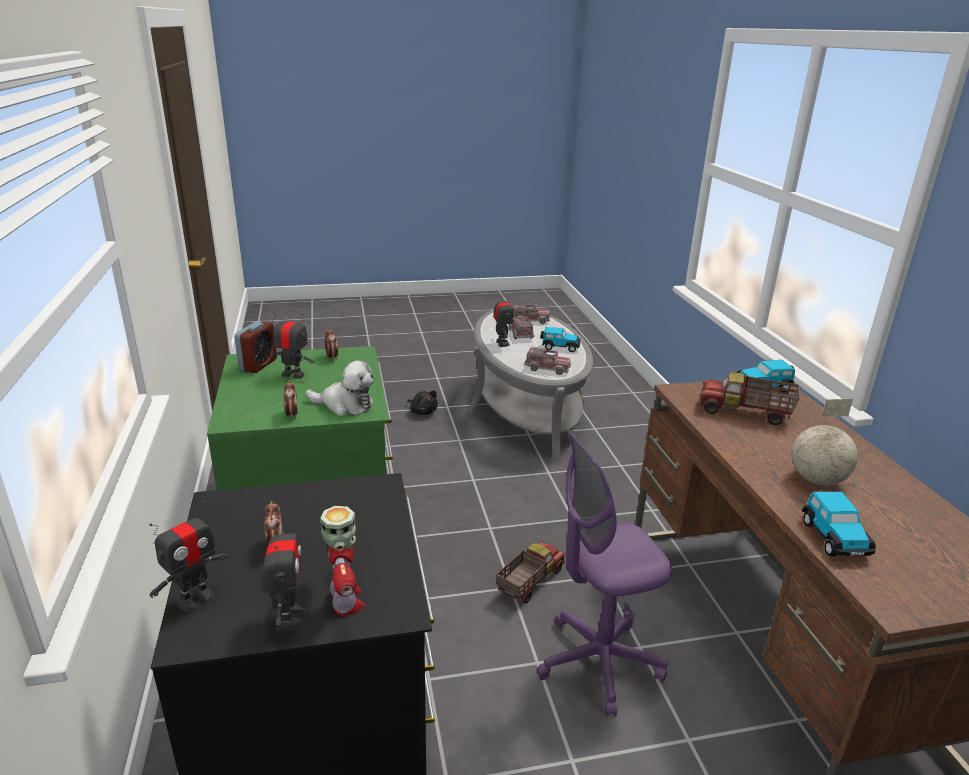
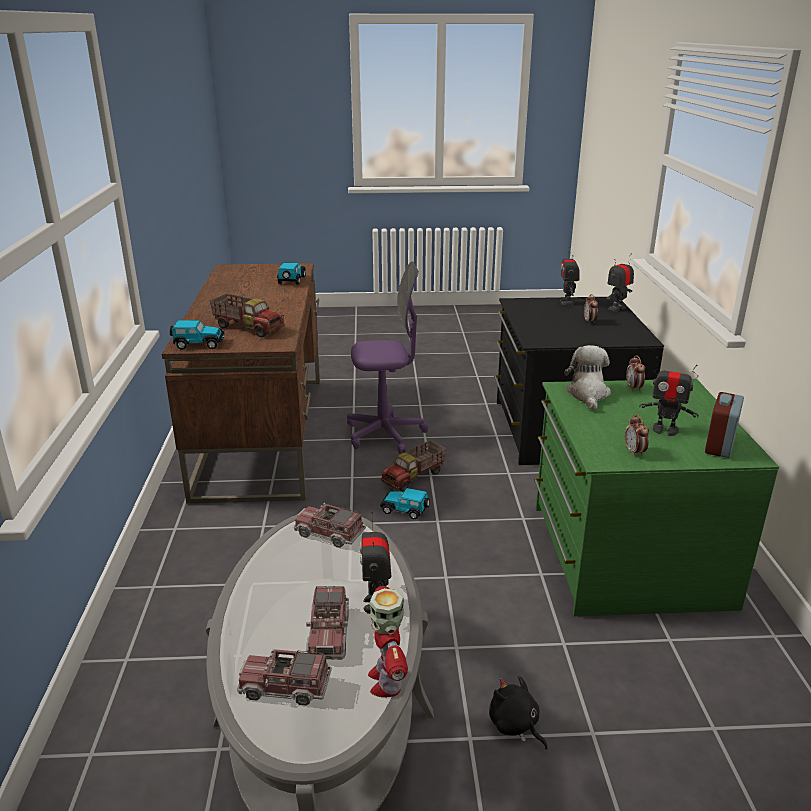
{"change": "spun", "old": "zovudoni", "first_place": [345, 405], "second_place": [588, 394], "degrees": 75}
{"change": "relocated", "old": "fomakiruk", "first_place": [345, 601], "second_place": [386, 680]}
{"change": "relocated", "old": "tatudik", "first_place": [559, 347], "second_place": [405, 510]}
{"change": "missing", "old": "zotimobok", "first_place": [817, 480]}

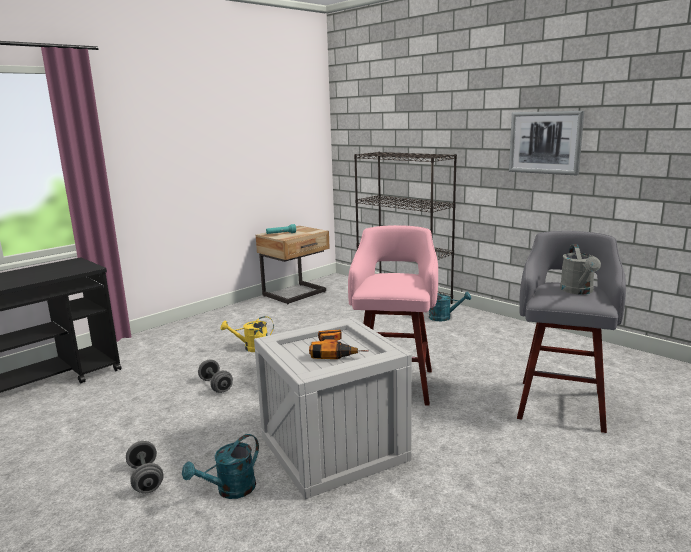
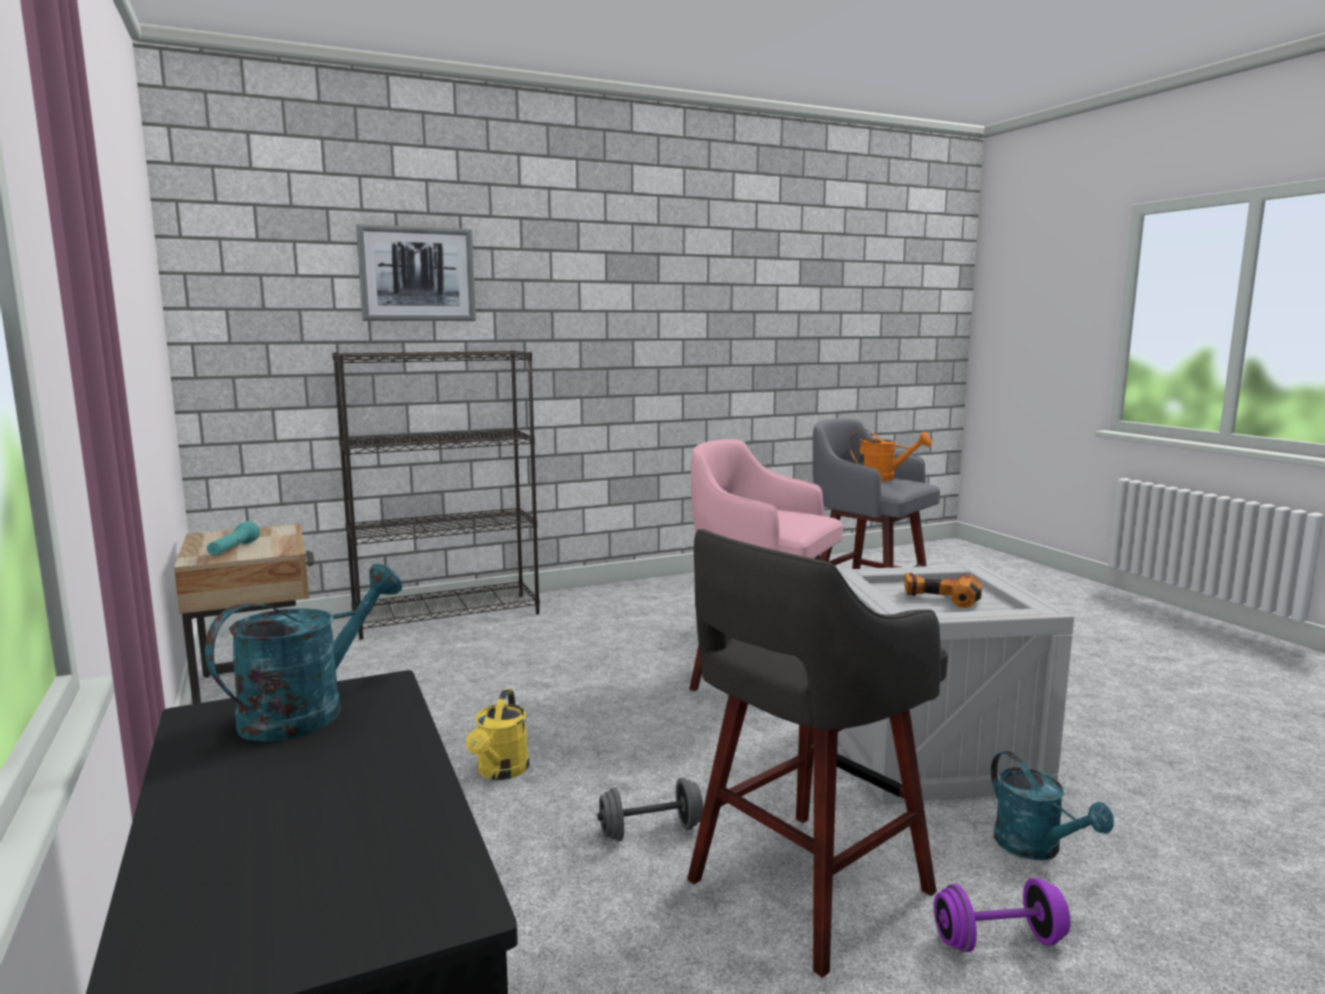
{"change": "colour", "old": "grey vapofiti", "new": "purple vapofiti", "first_place": [146, 478], "second_place": [998, 941]}
{"change": "relocated", "old": "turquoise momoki", "first_place": [444, 318], "second_place": [308, 710]}
{"change": "relocated", "old": "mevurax", "first_place": [545, 142], "second_place": [417, 274]}
{"change": "colour", "old": "grey momoki", "new": "orange momoki", "first_place": [578, 291], "second_place": [883, 478]}
{"change": "appeared", "new": "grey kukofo", "second_place": [804, 889]}

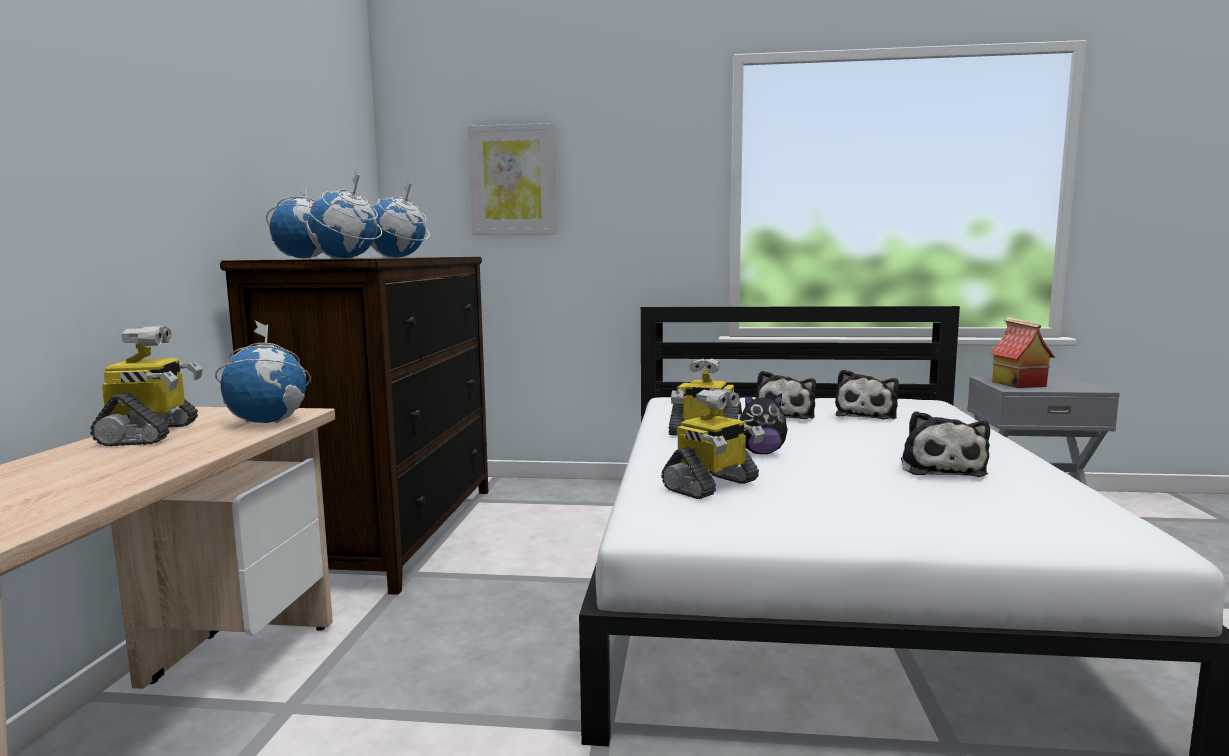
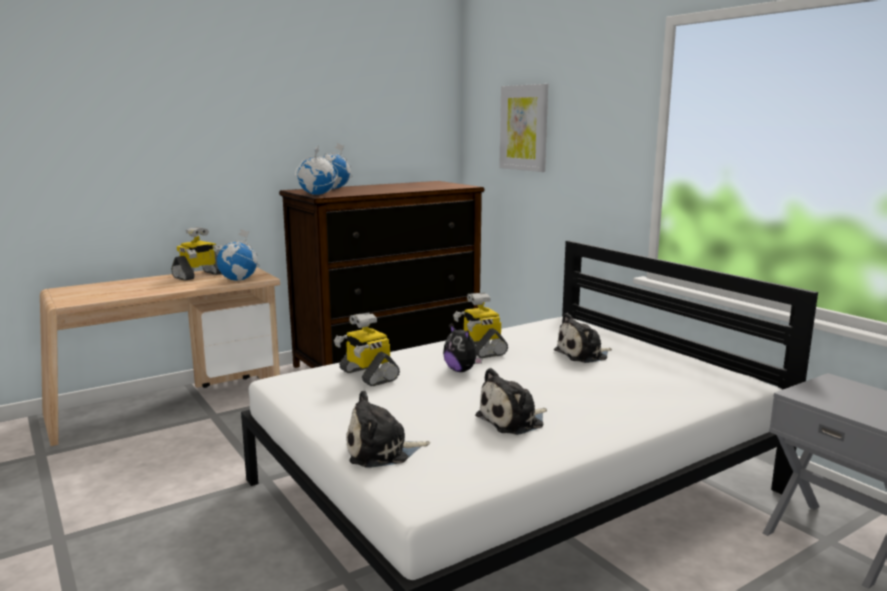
{"change": "missing", "old": "zotimobok", "first_place": [397, 257]}
{"change": "spun", "old": "fomakiruk", "first_place": [711, 486], "second_place": [367, 375], "degrees": 45}
{"change": "relocated", "old": "zovudoni", "first_place": [867, 415], "second_place": [382, 451]}
{"change": "missing", "old": "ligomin", "first_place": [1017, 384]}

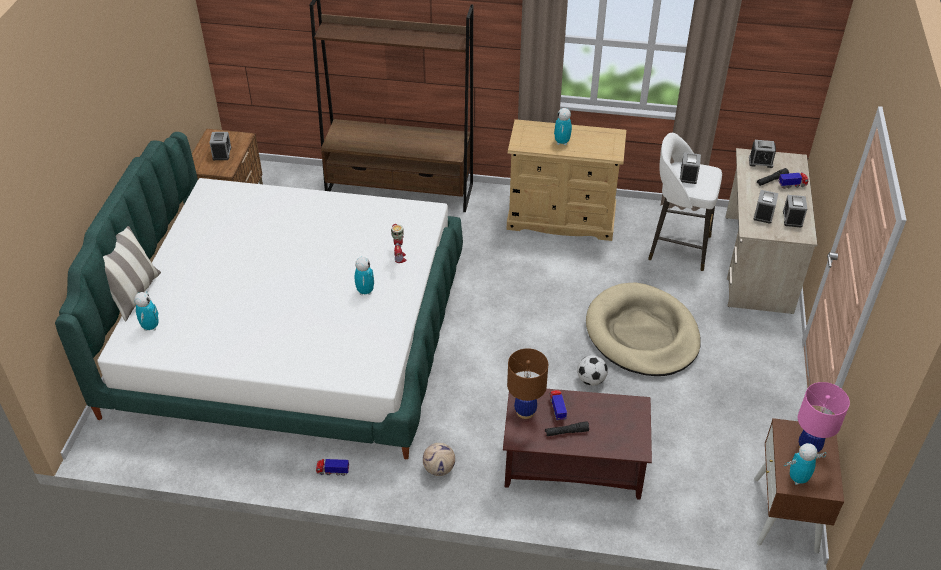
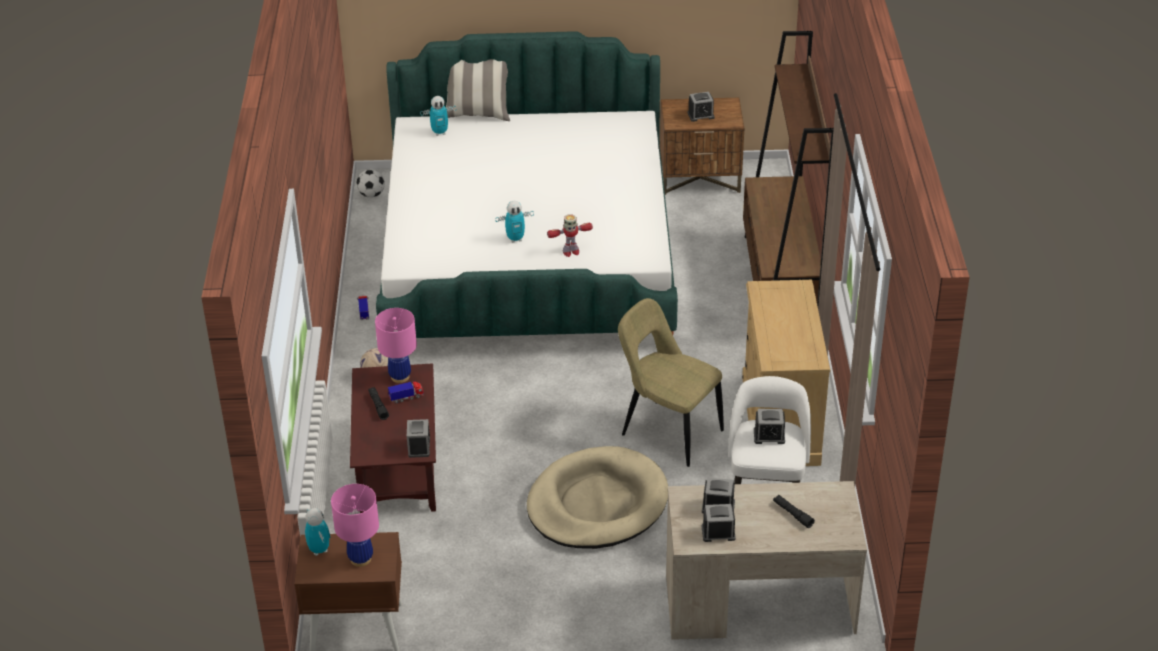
{"change": "colour", "old": "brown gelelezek", "new": "pink gelelezek", "first_place": [525, 411], "second_place": [400, 376]}
{"change": "missing", "old": "fomakiruk", "first_place": [562, 142]}
{"change": "relocated", "old": "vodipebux", "first_place": [591, 380], "second_place": [371, 195]}
{"change": "relocated", "old": "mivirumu", "first_place": [760, 162], "second_place": [419, 447]}
{"change": "missing", "old": "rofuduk", "first_place": [792, 185]}
{"change": "appeared", "new": "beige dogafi", "second_place": [668, 431]}

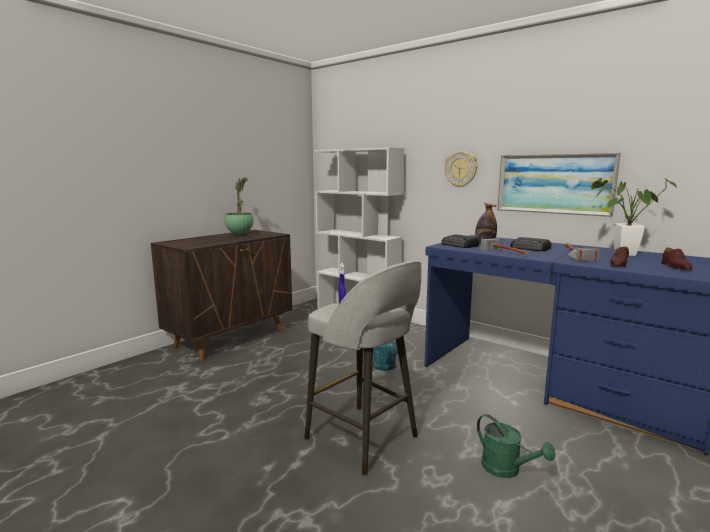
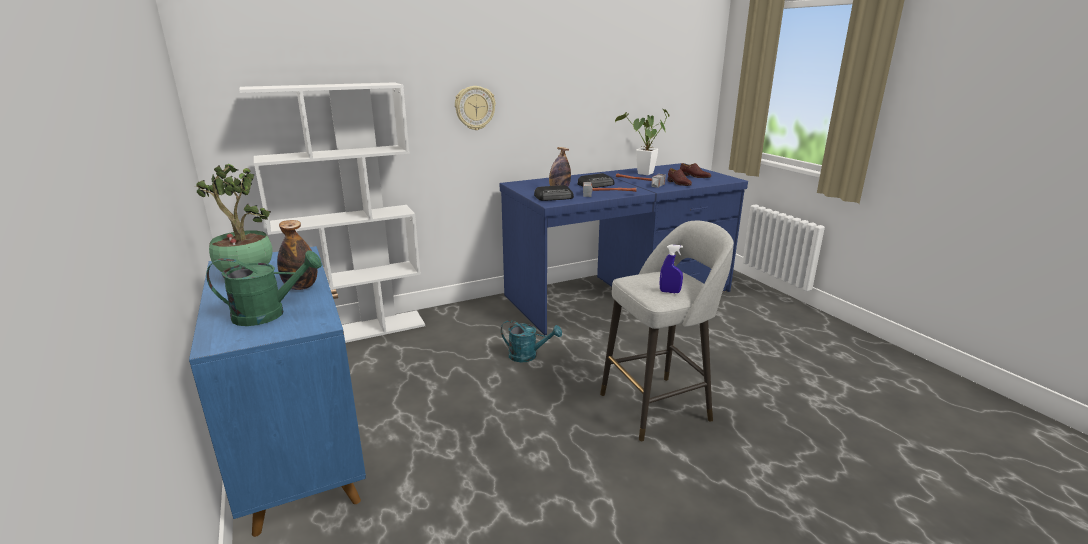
{"change": "colour", "old": "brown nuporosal", "new": "blue nuporosal", "first_place": [231, 338], "second_place": [301, 456]}
{"change": "relocated", "old": "green momoki", "first_place": [507, 470], "second_place": [269, 314]}
{"change": "missing", "old": "mevurax", "first_place": [554, 183]}
{"change": "appeared", "new": "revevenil", "second_place": [301, 287]}

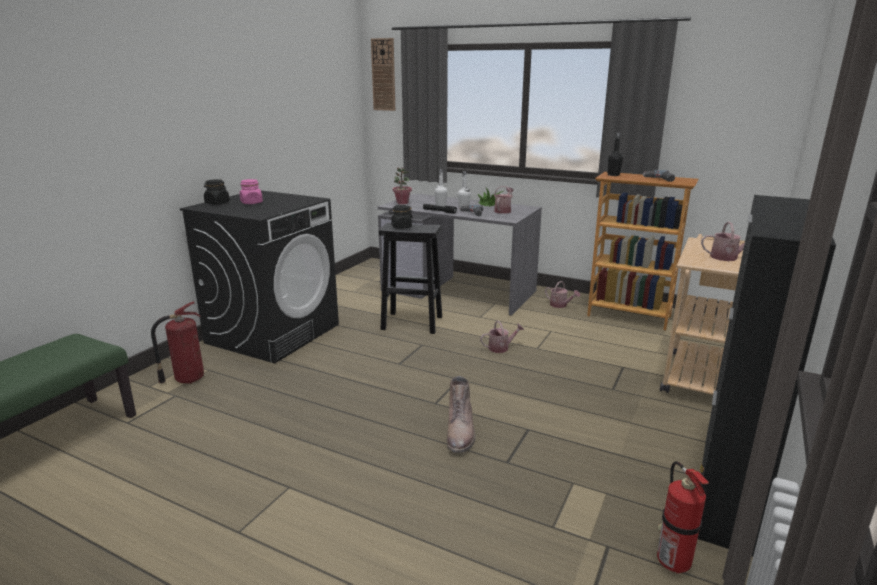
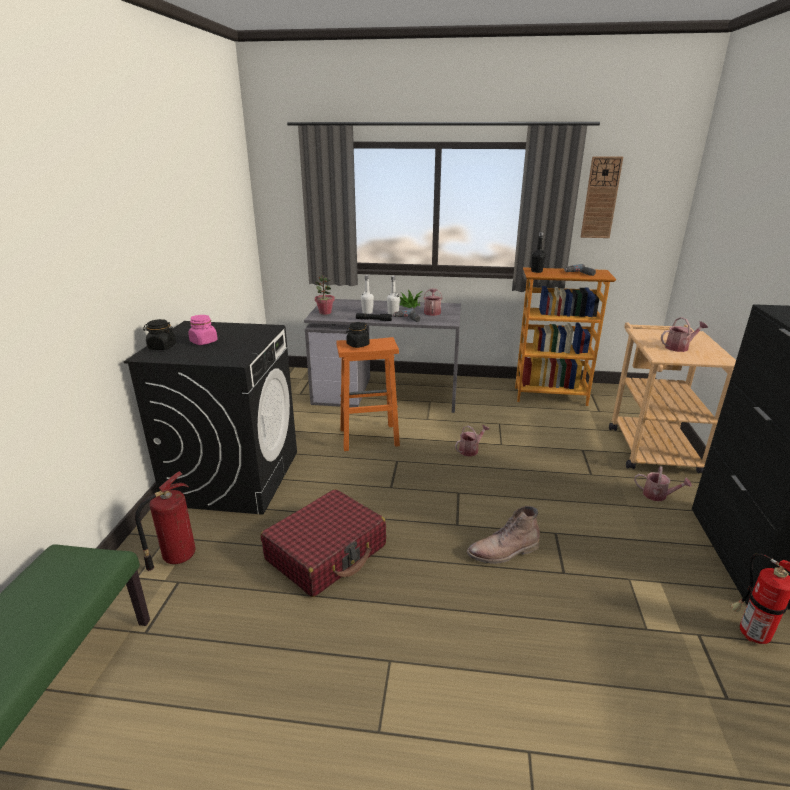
{"change": "relocated", "old": "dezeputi", "first_place": [383, 75], "second_place": [600, 198]}
{"change": "colour", "old": "black kukofo", "new": "orange kukofo", "first_place": [411, 323], "second_place": [368, 437]}
{"change": "spun", "old": "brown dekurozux", "first_place": [461, 433], "second_place": [503, 552], "degrees": 90}
{"change": "relocated", "old": "momoki", "first_place": [560, 305], "second_place": [658, 495]}
{"change": "appeared", "new": "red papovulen", "second_place": [326, 552]}

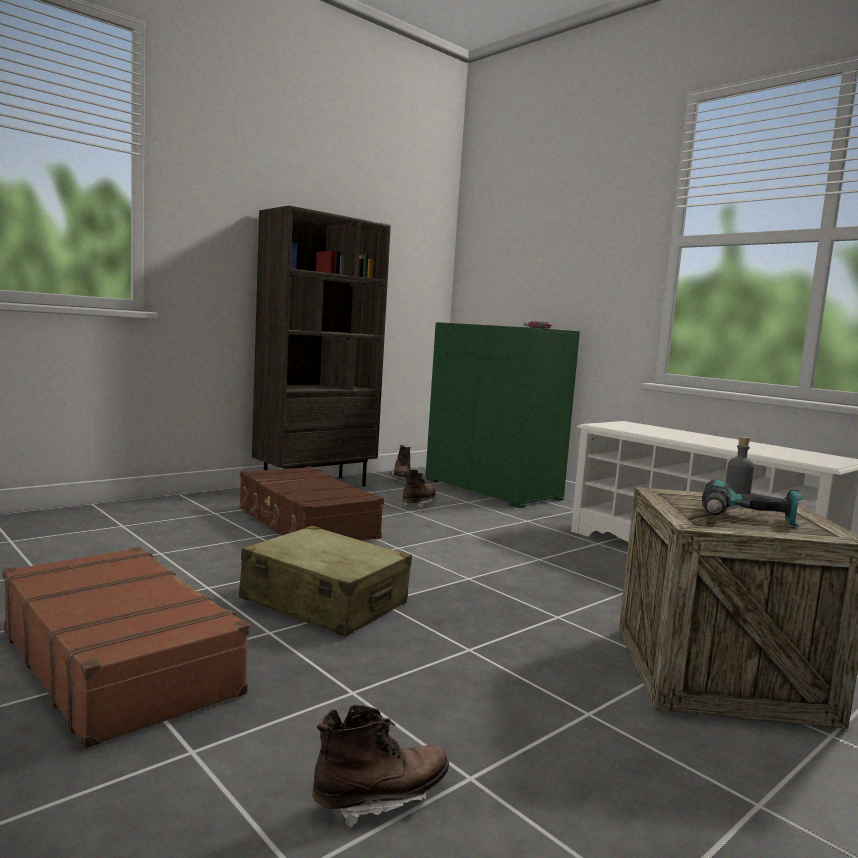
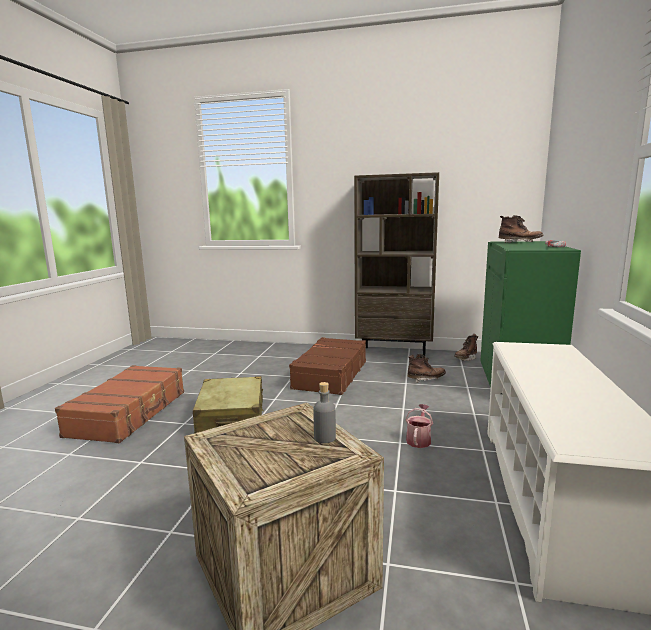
{"change": "relocated", "old": "brown dekurozux", "first_place": [380, 799], "second_place": [519, 243]}
{"change": "missing", "old": "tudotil", "first_place": [747, 519]}
{"change": "appeared", "new": "momoki", "second_place": [419, 439]}

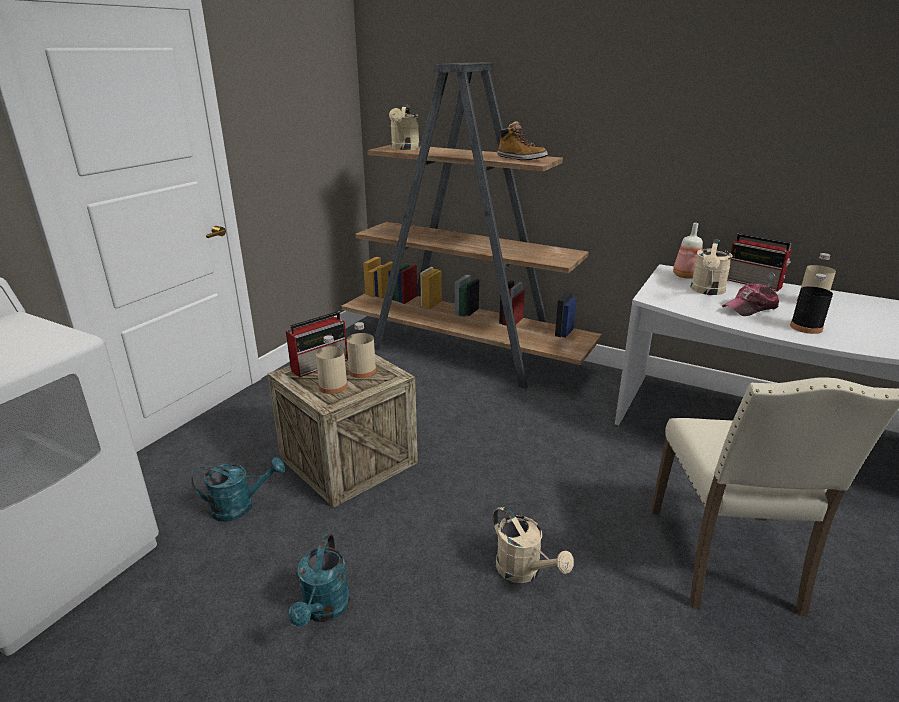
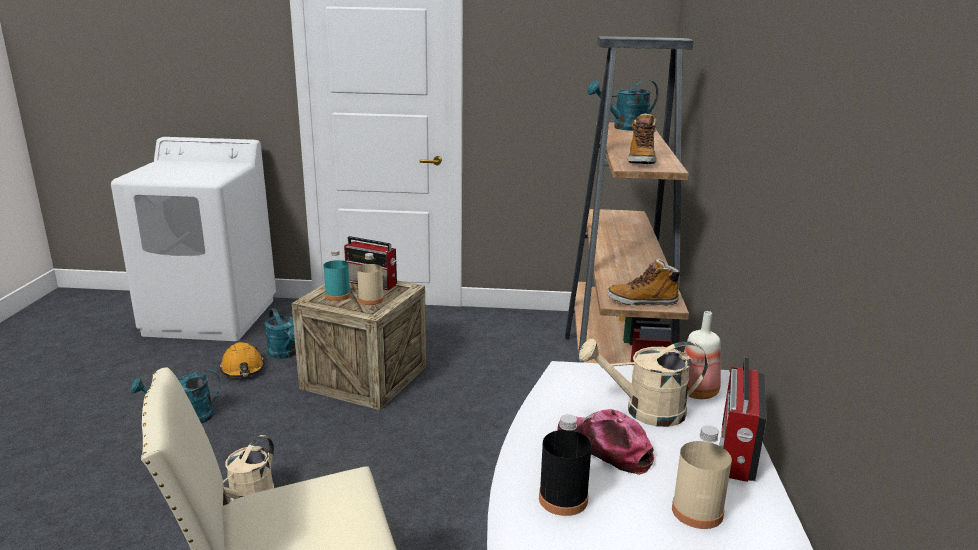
{"change": "colour", "old": "beige revevenil", "new": "turquoise revevenil", "first_place": [333, 386], "second_place": [338, 295]}
{"change": "colour", "old": "beige momoki", "new": "turquoise momoki", "first_place": [404, 148], "second_place": [624, 128]}
{"change": "appeared", "new": "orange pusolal", "second_place": [243, 369]}
{"change": "appeared", "new": "dekurozux", "second_place": [642, 301]}

